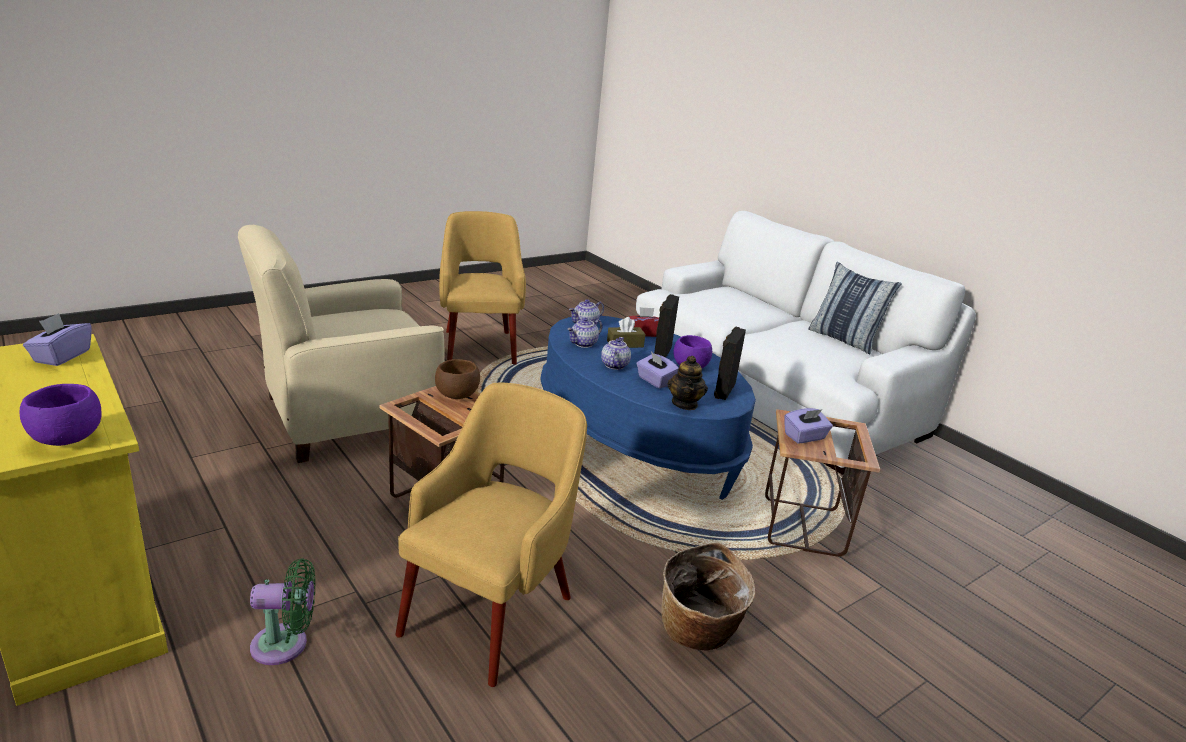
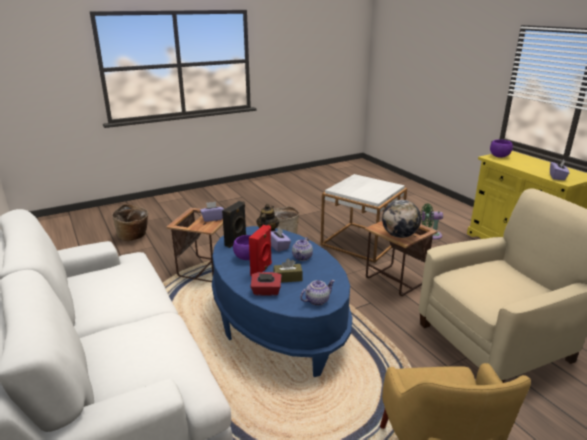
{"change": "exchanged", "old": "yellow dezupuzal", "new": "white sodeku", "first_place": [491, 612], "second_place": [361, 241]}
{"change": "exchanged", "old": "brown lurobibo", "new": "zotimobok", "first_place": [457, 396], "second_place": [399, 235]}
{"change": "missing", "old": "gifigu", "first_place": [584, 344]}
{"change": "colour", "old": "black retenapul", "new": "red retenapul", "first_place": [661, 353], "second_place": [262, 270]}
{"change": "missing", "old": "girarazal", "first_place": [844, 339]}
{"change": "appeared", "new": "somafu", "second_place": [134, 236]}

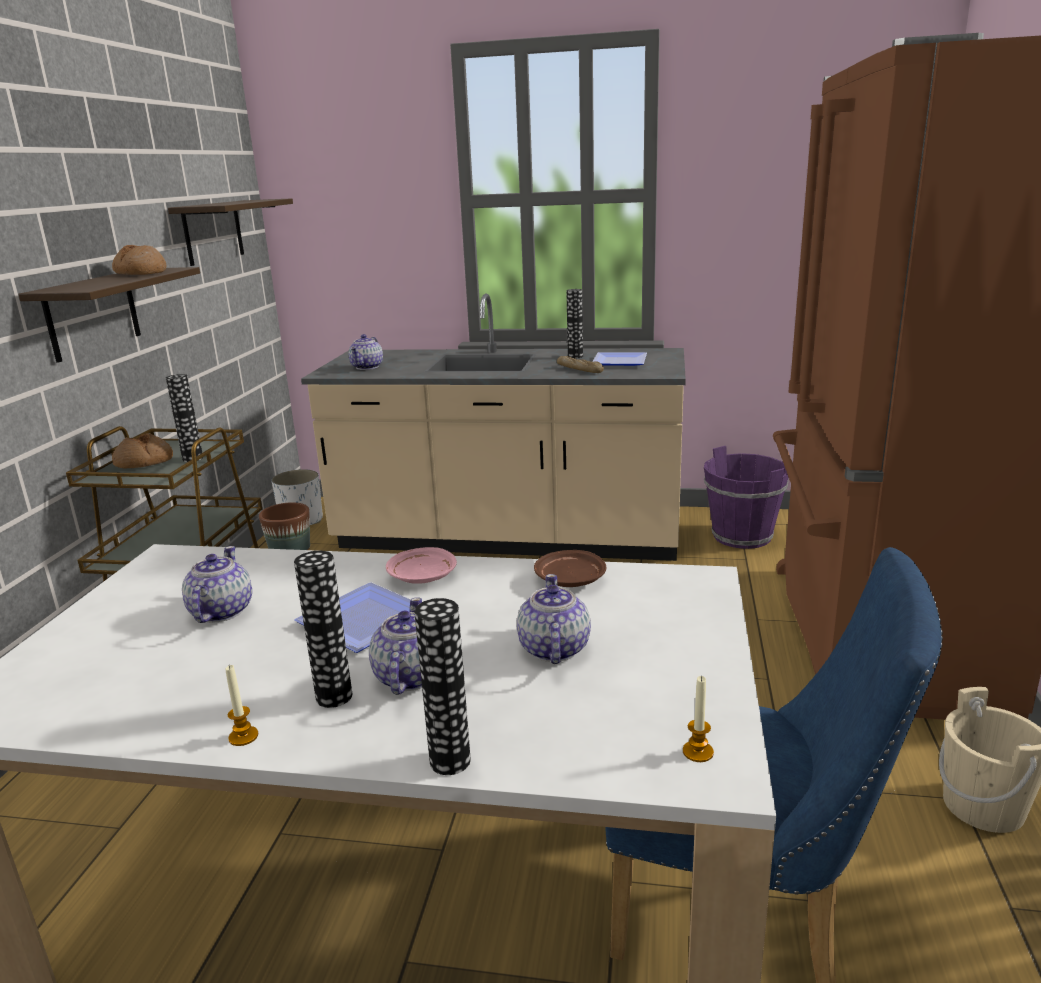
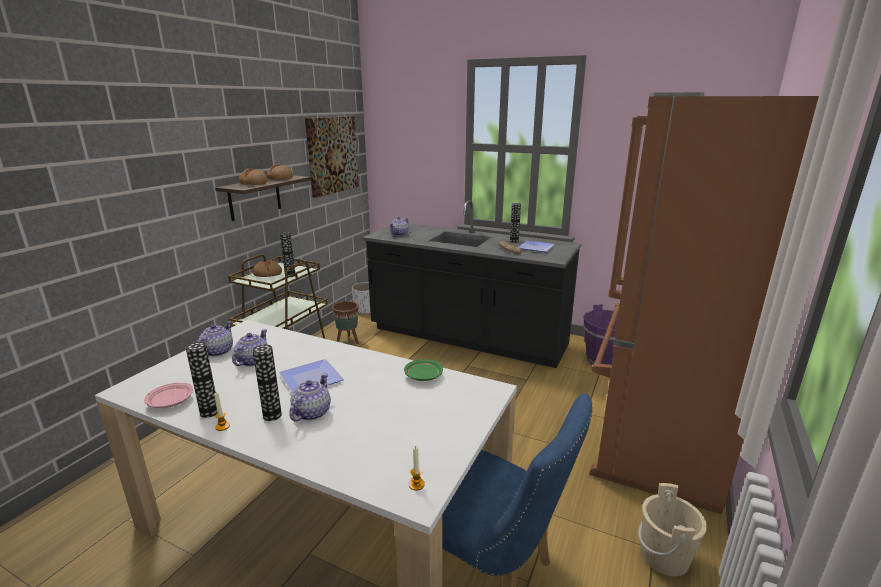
{"change": "exchanged", "old": "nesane", "new": "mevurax", "first_place": [213, 232], "second_place": [332, 155]}
{"change": "colour", "old": "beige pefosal", "new": "black pefosal", "first_place": [508, 539], "second_place": [467, 338]}
{"change": "relocated", "old": "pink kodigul", "first_place": [422, 577], "second_place": [170, 402]}
{"change": "relocated", "old": "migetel", "first_place": [450, 761], "second_place": [209, 412]}
{"change": "relocated", "old": "gifigu", "first_place": [553, 649], "second_place": [217, 352]}
{"change": "colour", "old": "brown kodigul", "new": "green kodigul", "first_place": [570, 580], "second_place": [423, 376]}
{"change": "appeared", "new": "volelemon", "second_place": [253, 183]}

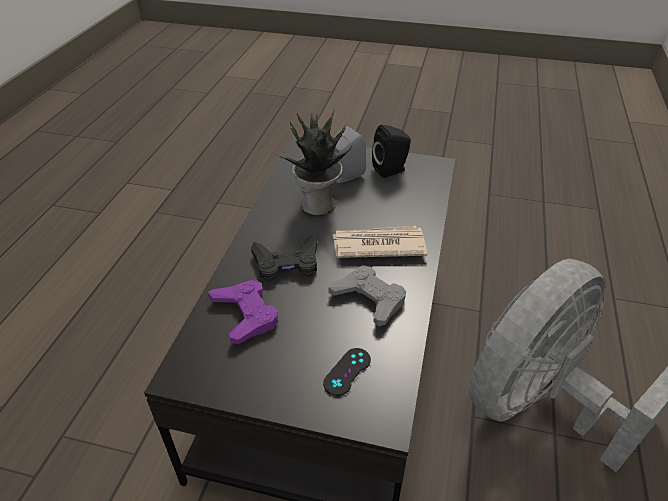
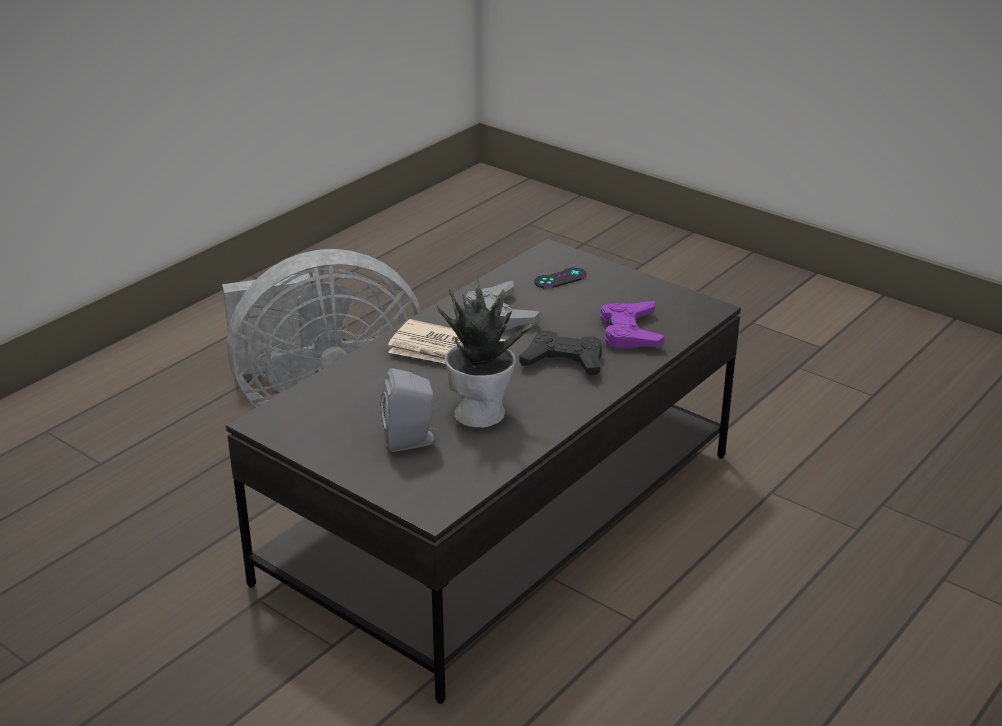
{"change": "missing", "old": "black retenapul", "first_place": [391, 170]}

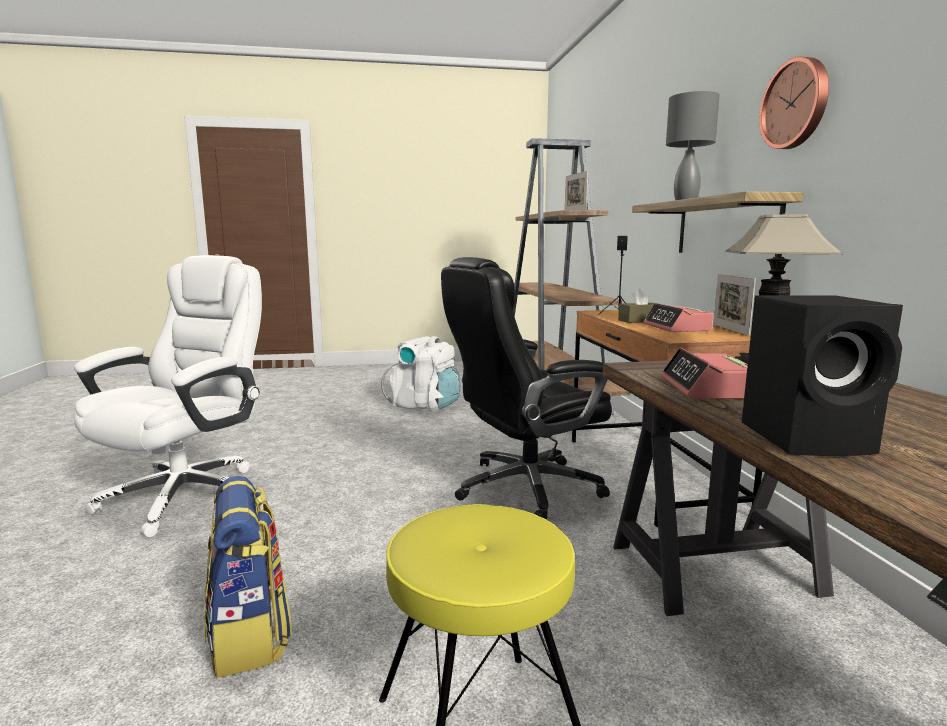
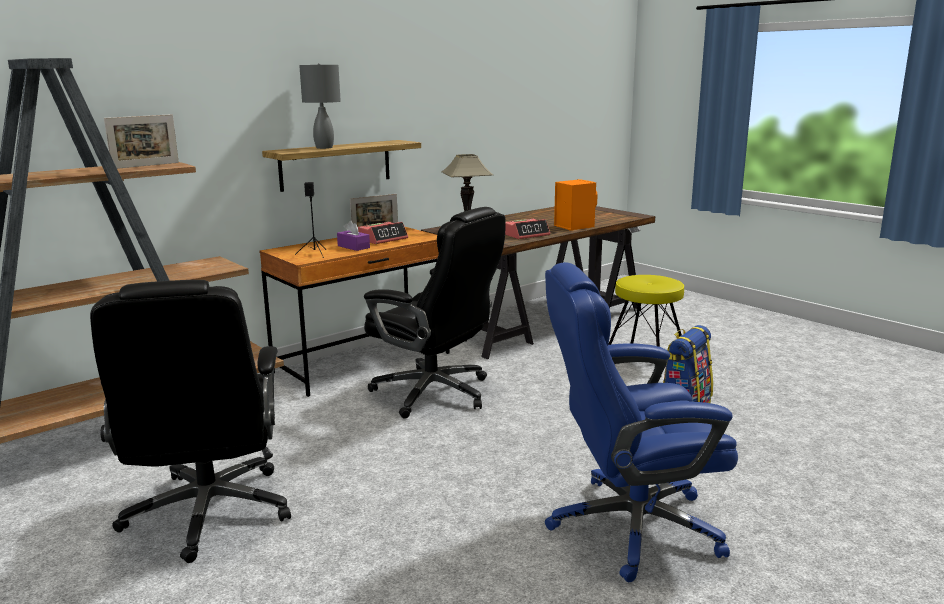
{"change": "colour", "old": "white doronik", "new": "blue doronik", "first_place": [187, 495], "second_place": [630, 526]}
{"change": "exchanged", "old": "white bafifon", "new": "black doronik", "first_place": [424, 405], "second_place": [209, 513]}
{"change": "colour", "old": "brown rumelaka", "new": "purple rumelaka", "first_place": [640, 320], "second_place": [353, 247]}
{"change": "colour", "old": "black retenapul", "new": "orange retenapul", "first_place": [810, 438], "second_place": [573, 226]}
{"change": "missing", "old": "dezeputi", "first_place": [796, 104]}

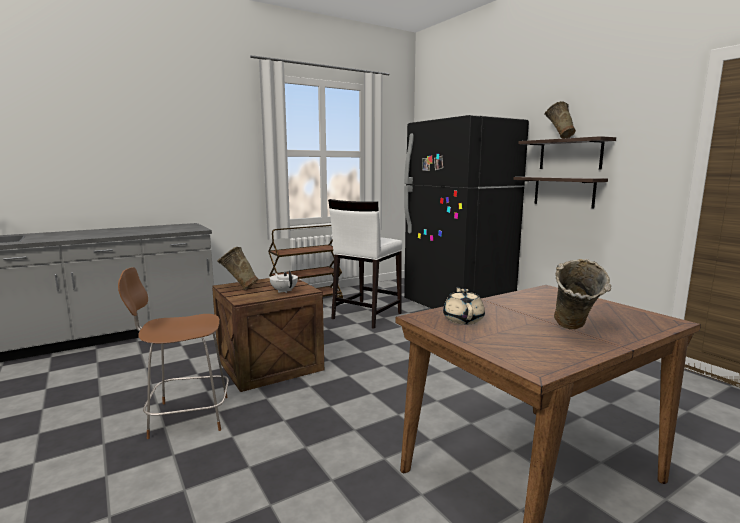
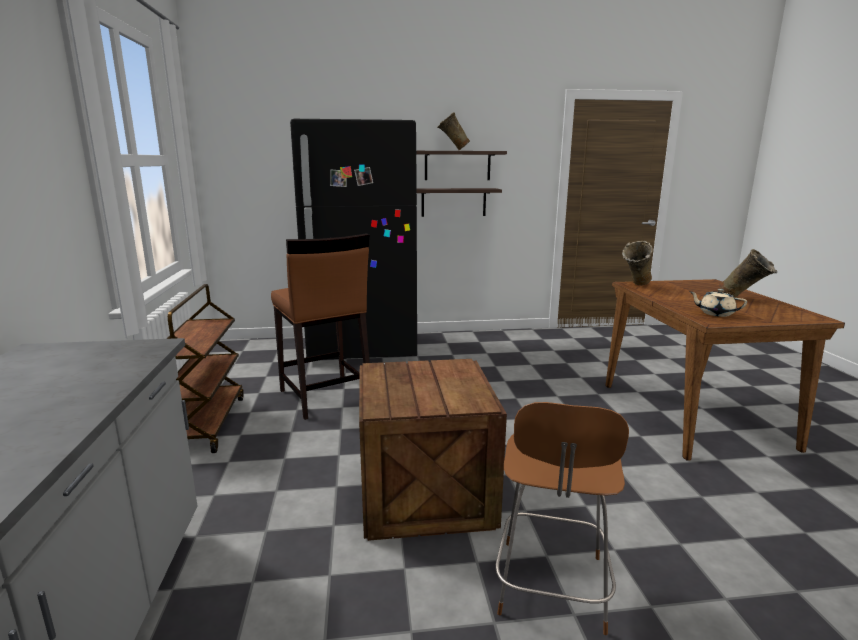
{"change": "relocated", "old": "beige migetel", "first_place": [239, 289], "second_place": [636, 286]}
{"change": "missing", "old": "white gifigu", "first_place": [284, 291]}
{"change": "colour", "old": "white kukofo", "new": "brown kukofo", "first_place": [366, 316], "second_place": [325, 396]}

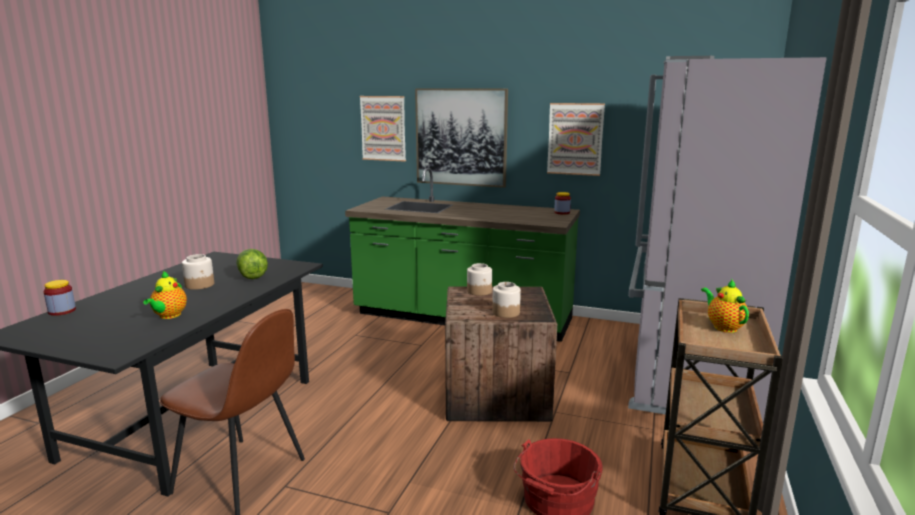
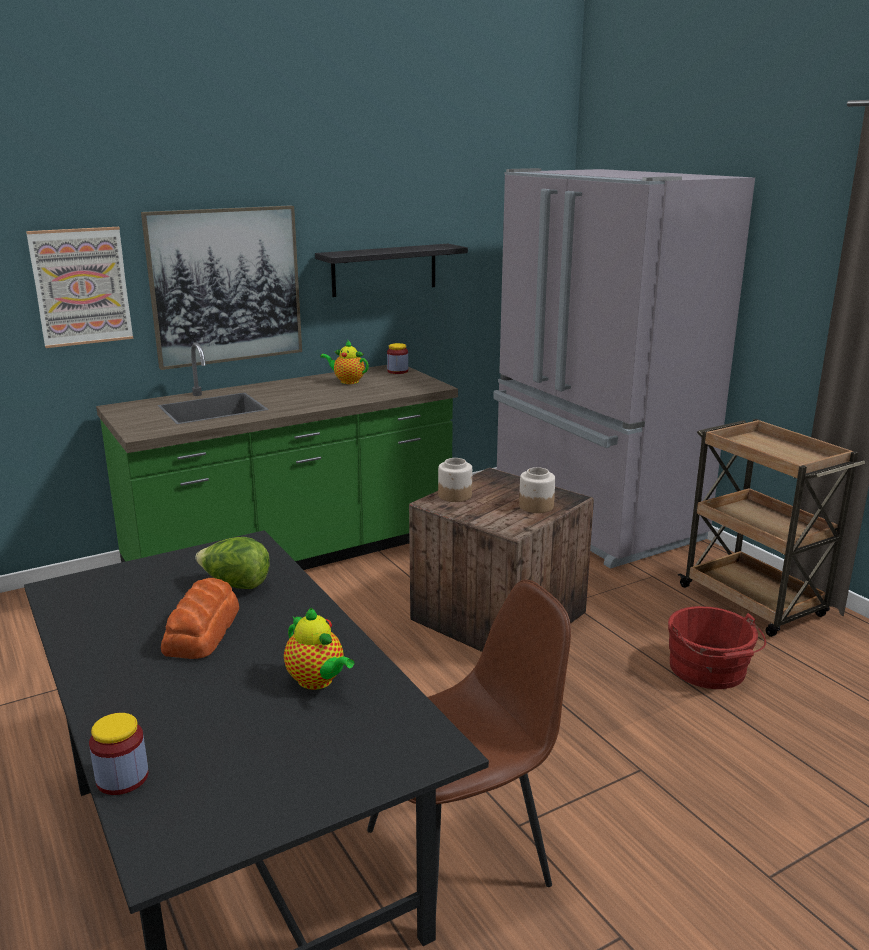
{"change": "exchanged", "old": "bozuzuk", "new": "volelemon", "first_place": [200, 285], "second_place": [203, 630]}
{"change": "exchanged", "old": "mevurax", "new": "black nesane", "first_place": [575, 139], "second_place": [384, 270]}
{"change": "relocated", "old": "gifigu", "first_place": [723, 327], "second_place": [347, 381]}

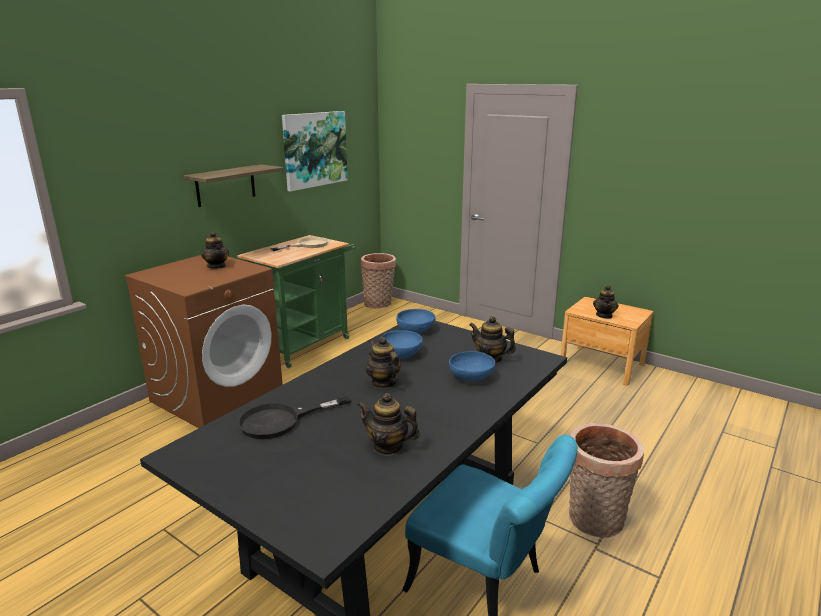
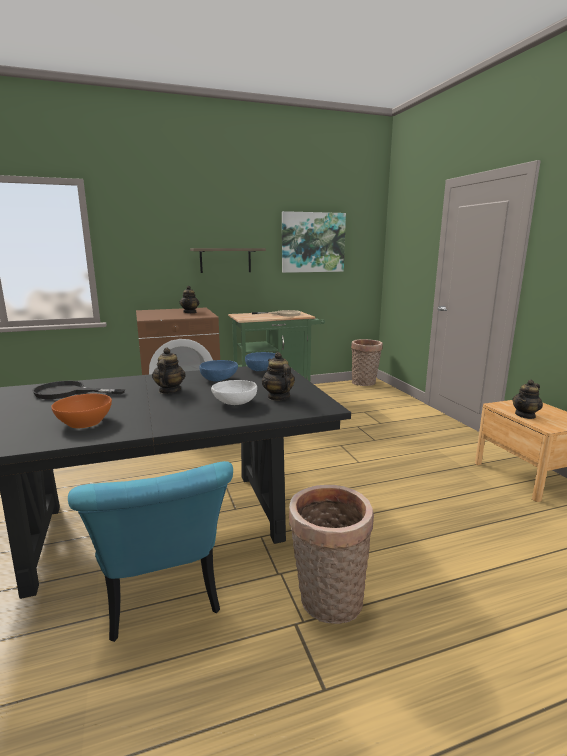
{"change": "exchanged", "old": "gifigu", "new": "orange lurobibo", "first_place": [388, 446], "second_place": [84, 422]}
{"change": "colour", "old": "blue lurobibo", "new": "white lurobibo", "first_place": [471, 378], "second_place": [234, 404]}

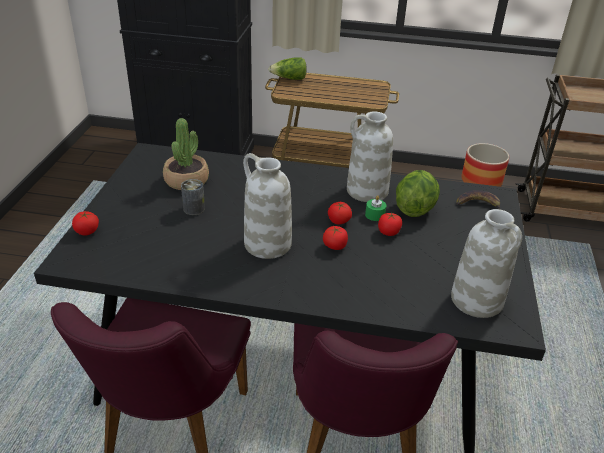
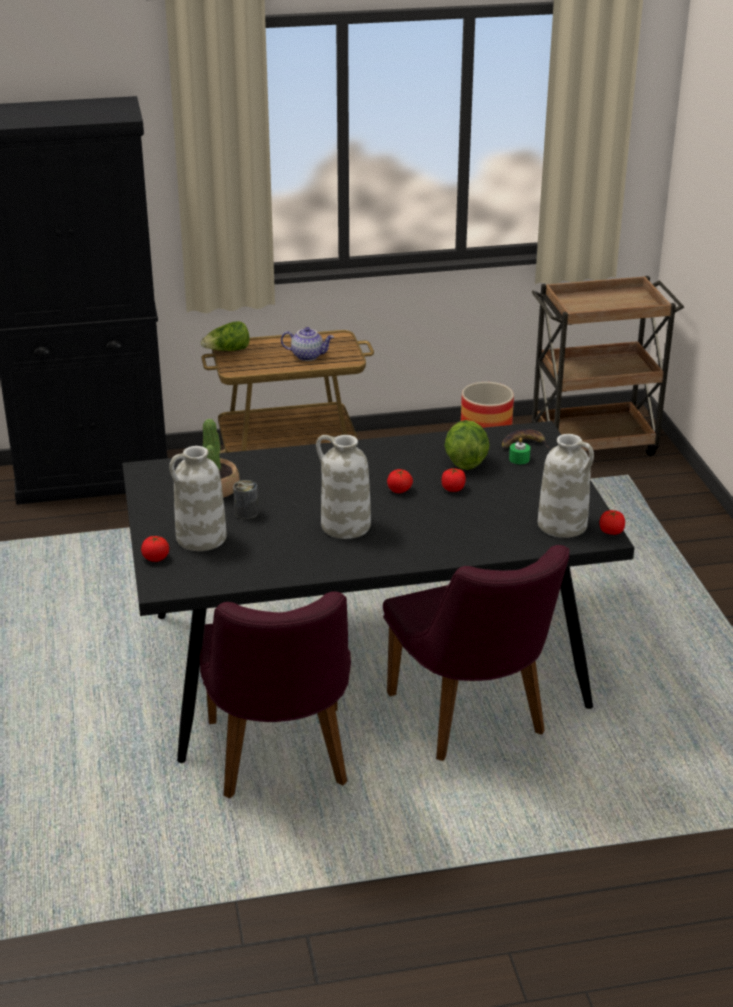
{"change": "relocated", "old": "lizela", "first_place": [335, 246], "second_place": [611, 531]}
{"change": "relocated", "old": "white migetel", "first_place": [366, 191], "second_place": [201, 538]}
{"change": "relocated", "old": "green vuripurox", "first_place": [375, 215], "second_place": [519, 459]}
{"change": "appeared", "new": "gifigu", "second_place": [308, 356]}

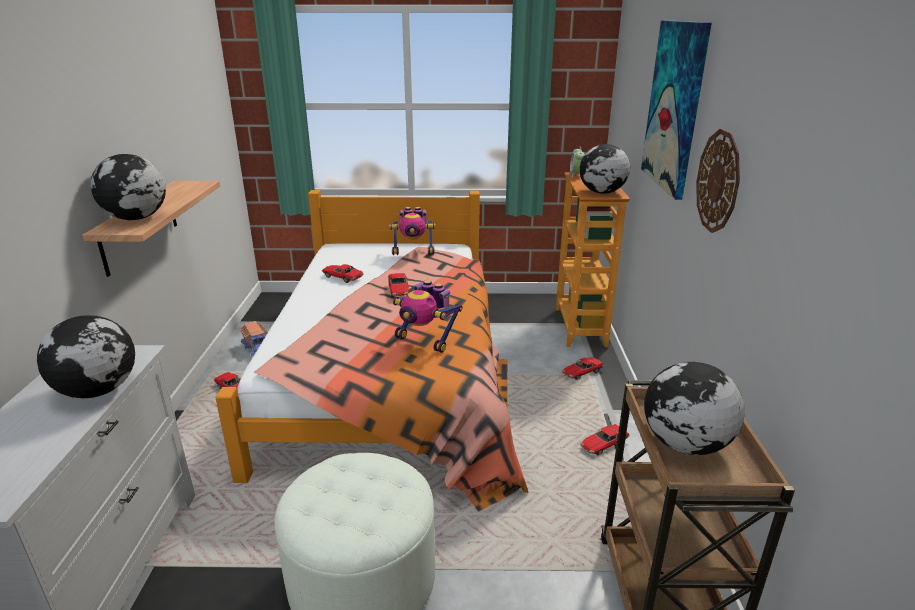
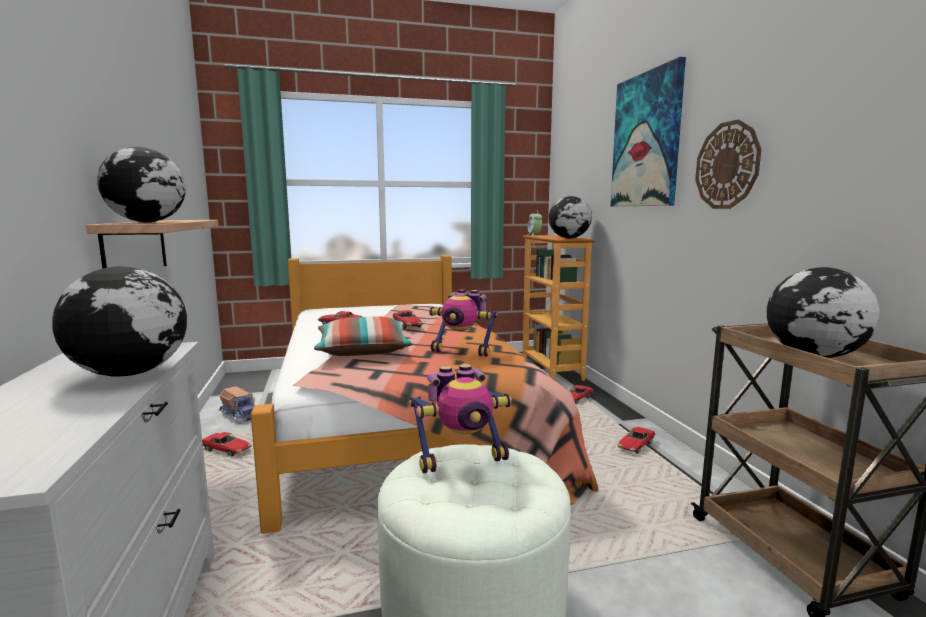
{"change": "relocated", "old": "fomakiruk", "first_place": [413, 252], "second_place": [461, 459]}
{"change": "appeared", "new": "girarazal", "second_place": [363, 351]}

